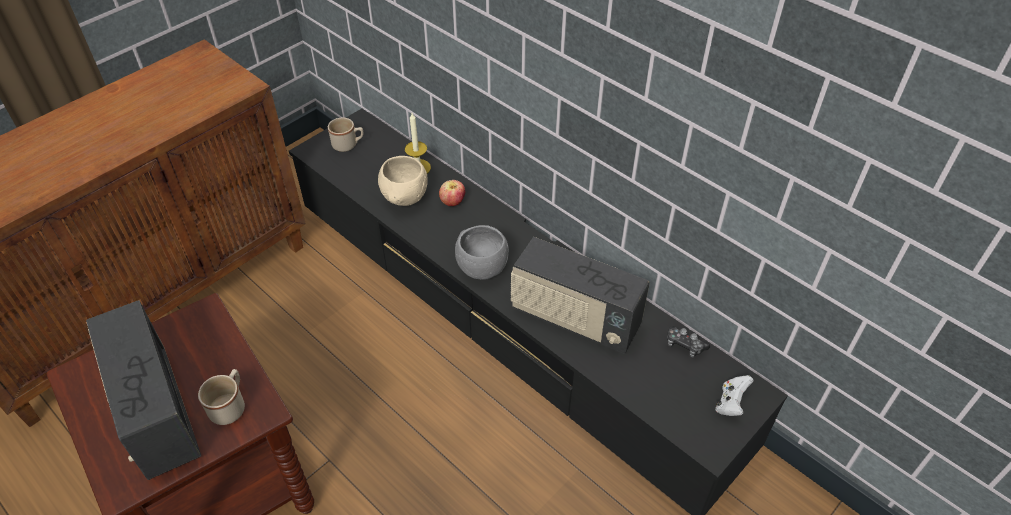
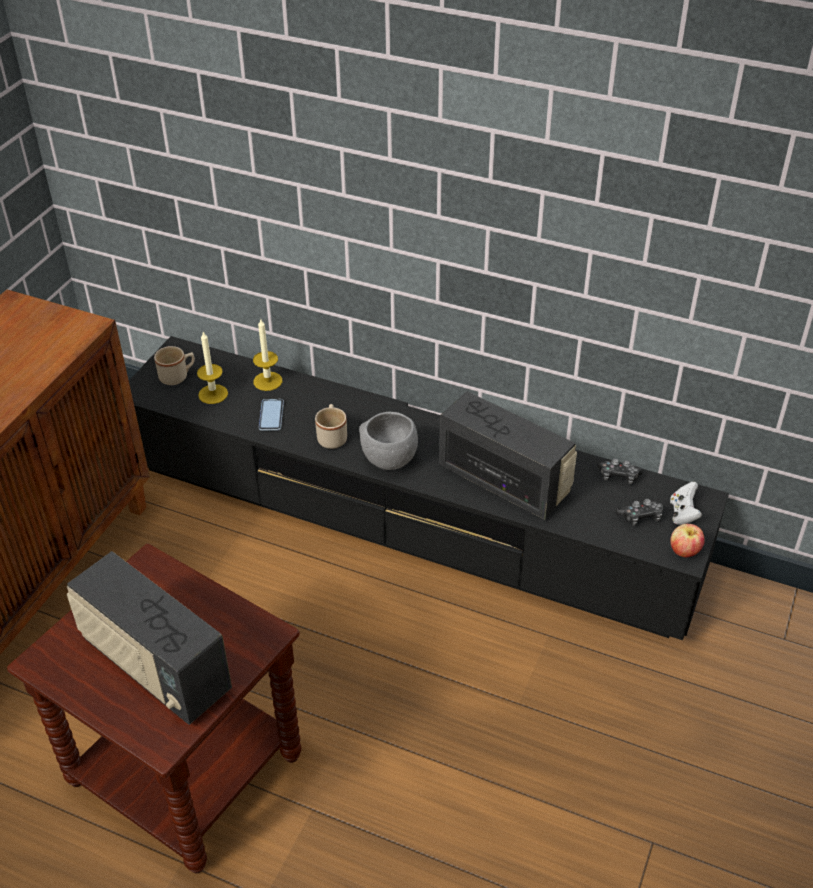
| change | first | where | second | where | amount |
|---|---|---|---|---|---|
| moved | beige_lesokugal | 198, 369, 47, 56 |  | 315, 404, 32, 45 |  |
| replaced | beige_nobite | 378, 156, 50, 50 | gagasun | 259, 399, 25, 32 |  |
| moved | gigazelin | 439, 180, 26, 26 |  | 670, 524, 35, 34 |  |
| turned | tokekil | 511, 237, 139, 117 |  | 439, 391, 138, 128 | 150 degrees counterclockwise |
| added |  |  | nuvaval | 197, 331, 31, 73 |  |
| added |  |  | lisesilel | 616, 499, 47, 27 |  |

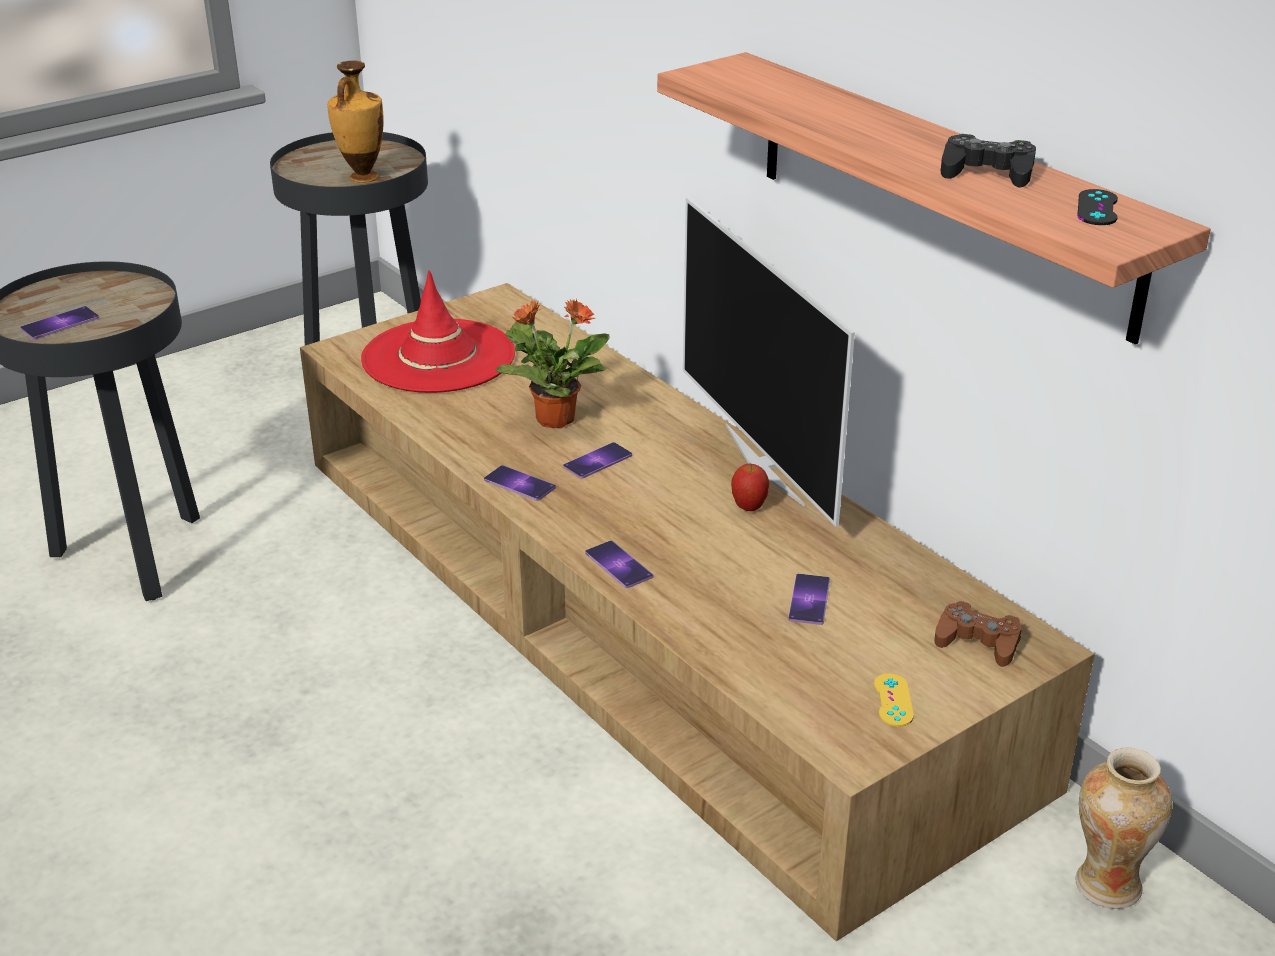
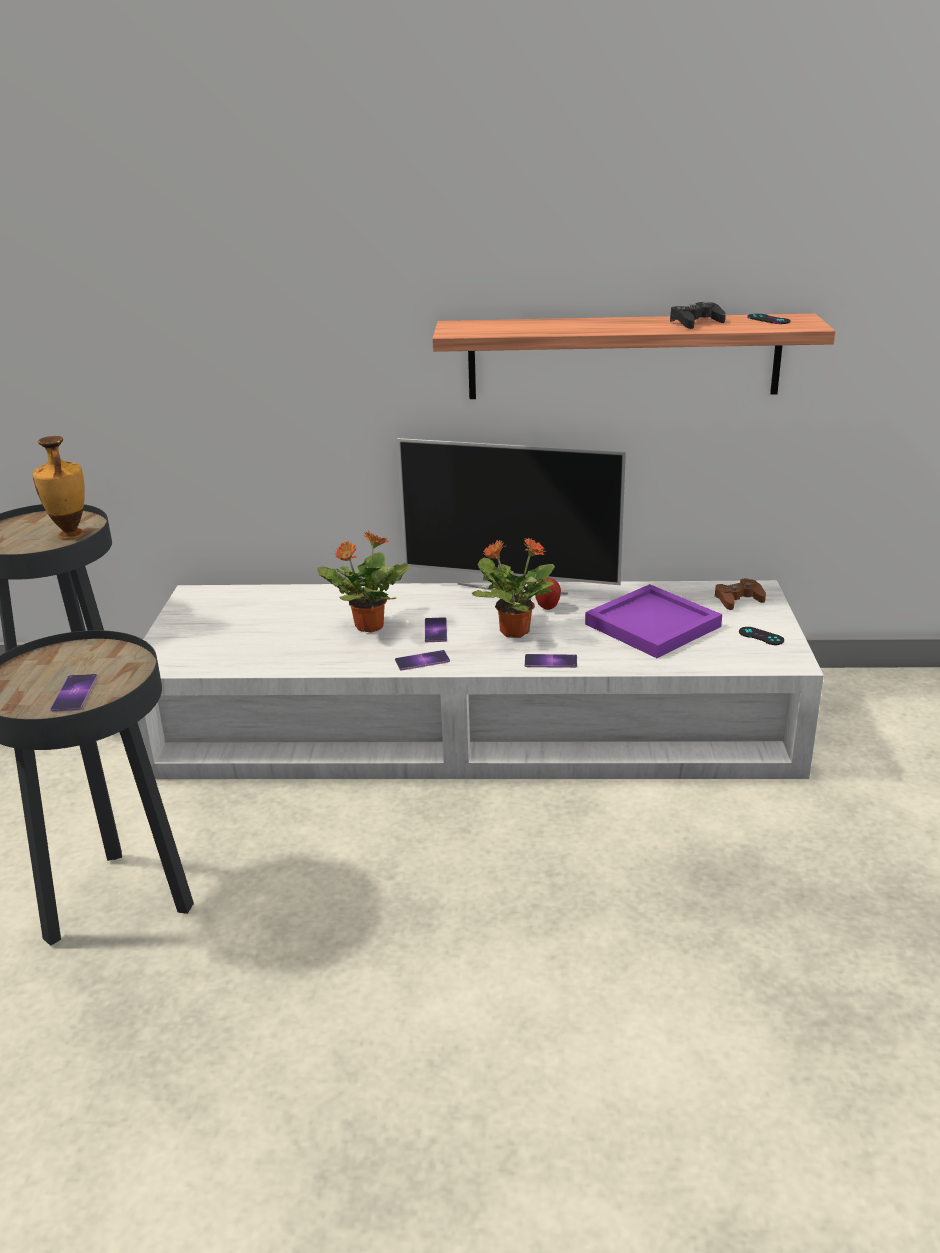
| change | first | where | second | where | amount |
|---|---|---|---|---|---|
| recoloured | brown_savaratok | 300, 283, 795, 658 | white_savaratok | 138, 580, 686, 199 |  |
| removed | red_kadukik | 361, 270, 154, 123 |  |  |  |
| replaced | gagasun | 788, 574, 42, 51 | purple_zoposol | 585, 584, 137, 74 |  |
| recoloured | yellow_lisesilel | 874, 673, 40, 54 | black_lisesilel | 739, 627, 45, 18 |  |
| removed | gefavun | 1075, 747, 97, 162 |  |  |  |
| added |  |  | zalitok | 472, 537, 83, 101 |  |

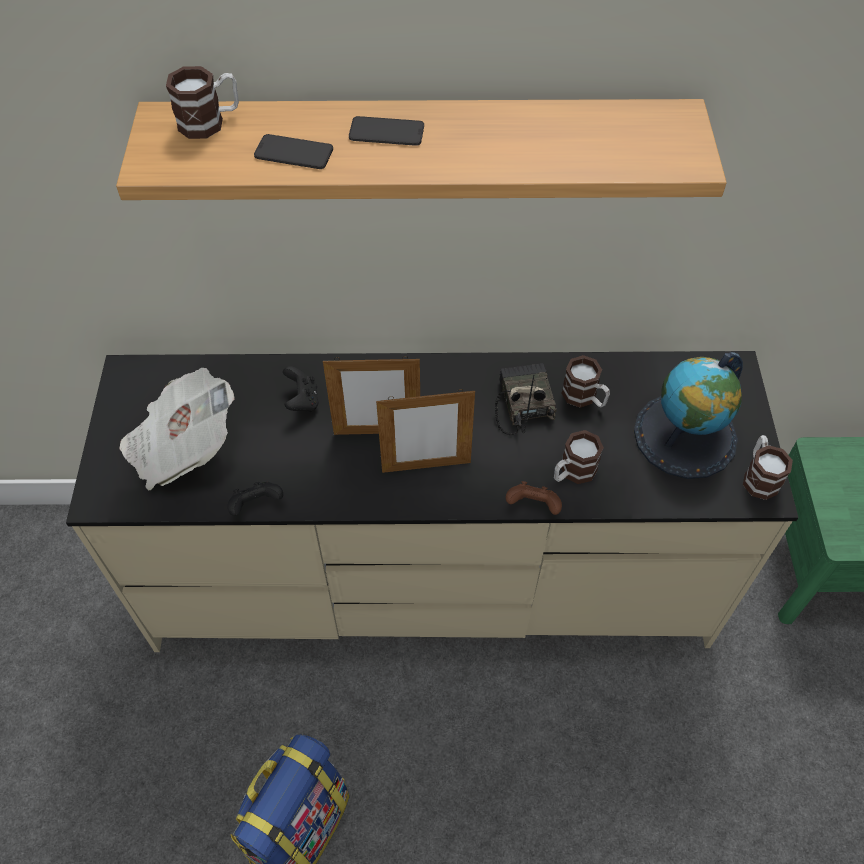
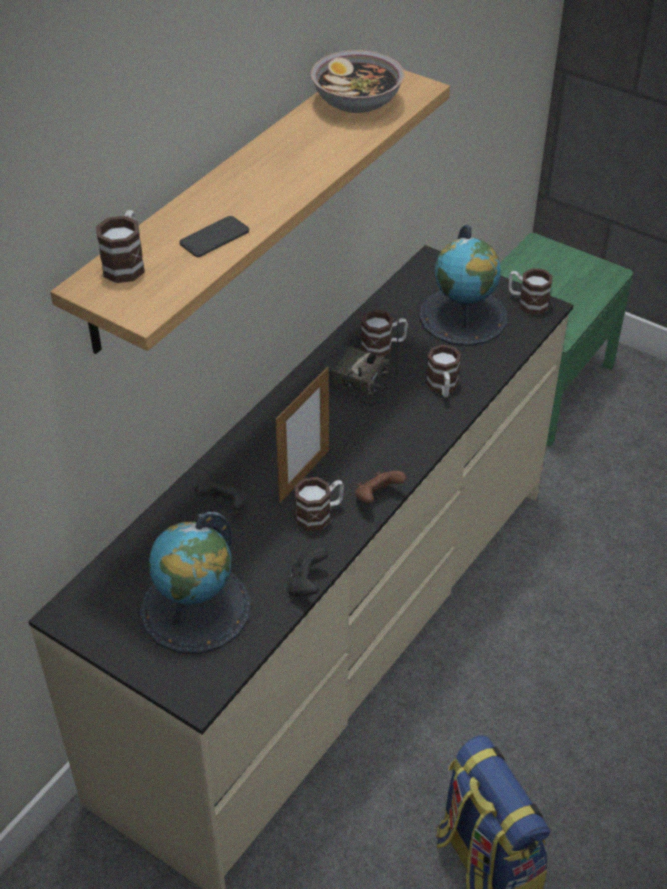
| change | first | where | second | where | amount |
|---|---|---|---|---|---|
| replaced | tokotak | 119, 368, 116, 123 | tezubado | 140, 512, 111, 142 |  |
| removed | gagasun | 349, 116, 75, 30 |  |  |  |
| removed | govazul | 376, 389, 99, 84 |  |  |  |
| moved | brown_lisesilel | 506, 481, 56, 34 |  | 355, 471, 51, 32 |  |
| added |  |  | lesokugal | 294, 477, 50, 54 |  |
| added |  |  | nobite | 311, 50, 94, 63 |  |

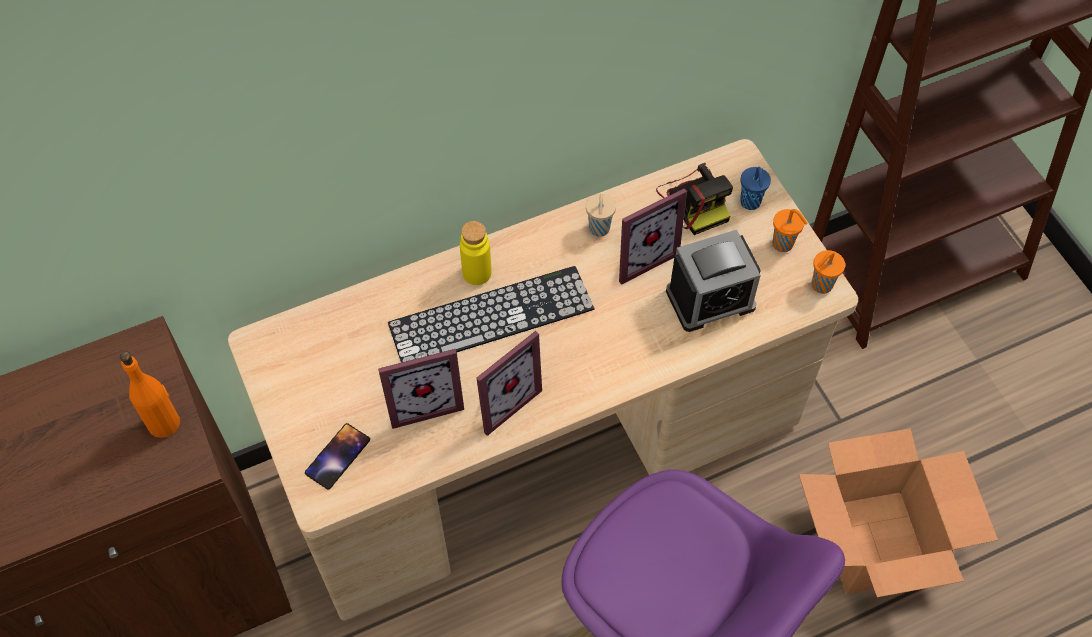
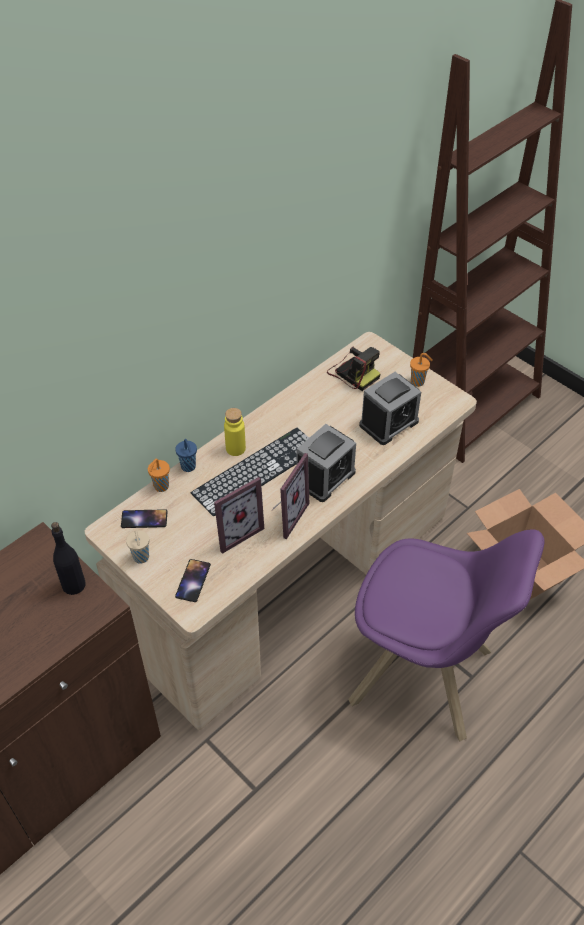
| change | first | where | second | where | amount |
|---|---|---|---|---|---|
| recoloured | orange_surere | 120, 352, 60, 86 | black_surere | 51, 522, 34, 73 |  |
| moved | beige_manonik | 586, 194, 30, 43 |  | 126, 530, 23, 34 |  |
| removed | govazul | 619, 188, 68, 97 |  |  |  |
| moved | blue_manonik | 740, 167, 31, 43 |  | 175, 439, 22, 33 |  |
| moved | orange_manonik | 812, 250, 33, 44 |  | 148, 459, 22, 33 |  |
| added |  |  | gagasun | 121, 509, 47, 19 |  |
| added |  |  | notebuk | 297, 424, 59, 78 |  |

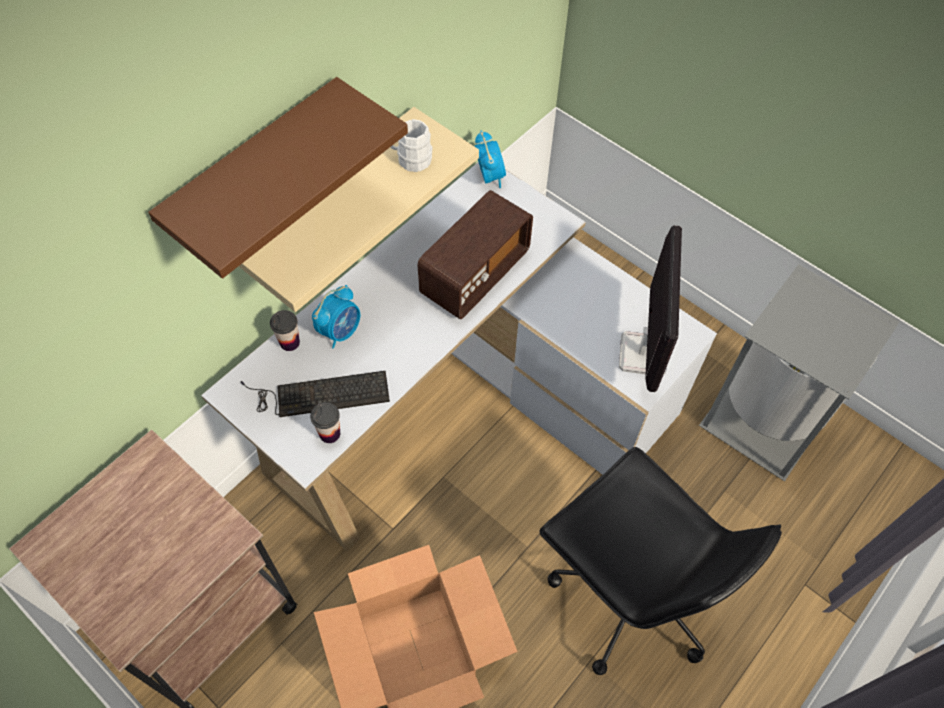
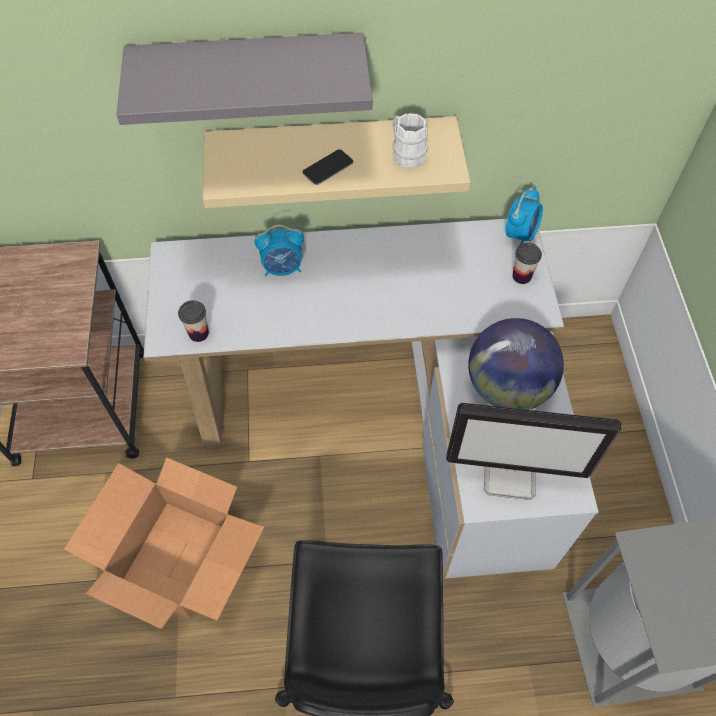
| change | first | where | second | where | amount |
|---|---|---|---|---|---|
| recoloured | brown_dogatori | 148, 77, 260, 202 | grey_dogatori | 117, 33, 256, 92 |  |
| removed | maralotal | 241, 371, 149, 46 |  |  |  |
| moved | manonik | 270, 310, 30, 41 |  | 512, 243, 30, 41 |  |
| removed | tokekil | 418, 190, 115, 129 |  |  |  |
| turned | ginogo | 619, 225, 63, 167 |  | 446, 403, 176, 97 | 45 degrees clockwise |
| added |  |  | gagasun | 303, 149, 50, 36 |  |
| added |  |  | tezubado | 468, 318, 96, 92 |  |

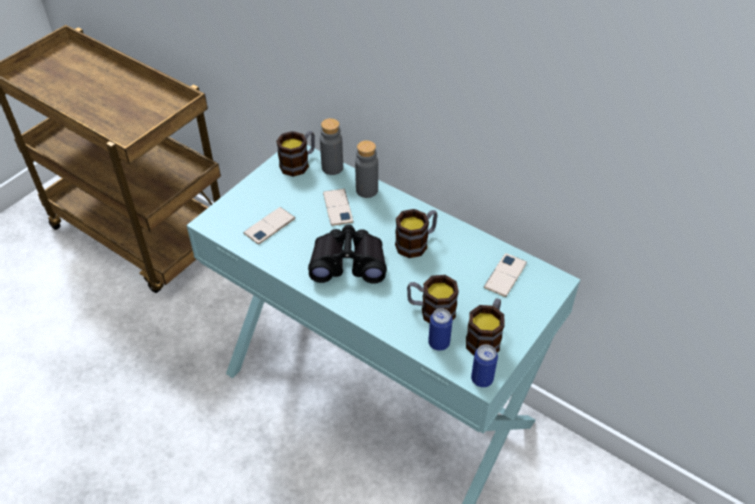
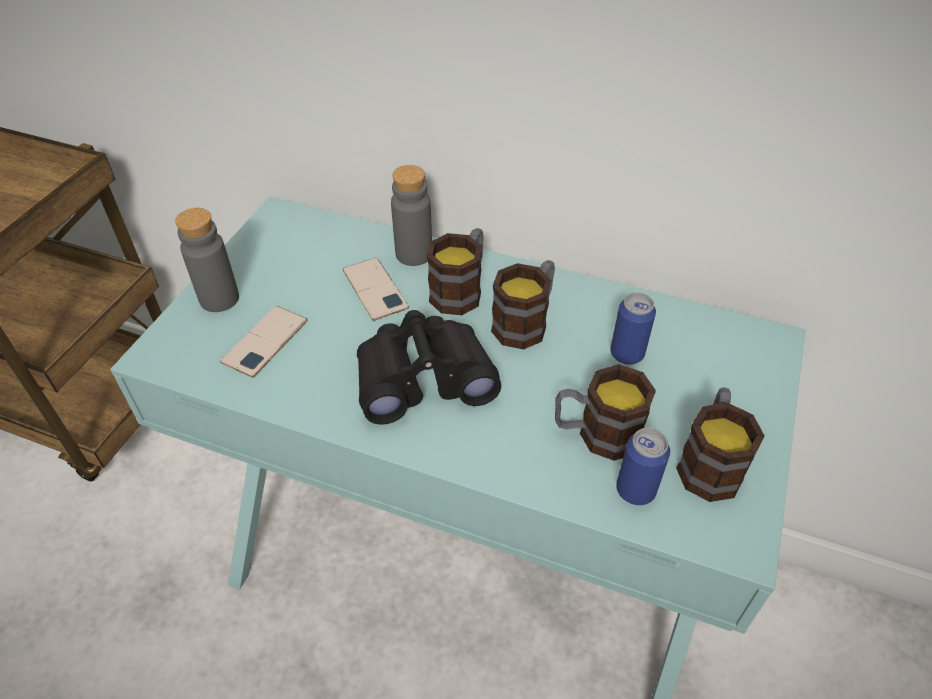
| change | first | where | second | where | amount |
|---|---|---|---|---|---|
| moved | lesokugal | 276, 131, 39, 46 |  | 427, 228, 57, 87 |  |
| moved | grey_surere | 320, 118, 23, 57 |  | 175, 208, 64, 104 |  |
| moved | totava | 471, 344, 27, 43 |  | 610, 292, 46, 73 |  |
| removed | gagasun | 484, 253, 43, 44 |  |  |  |

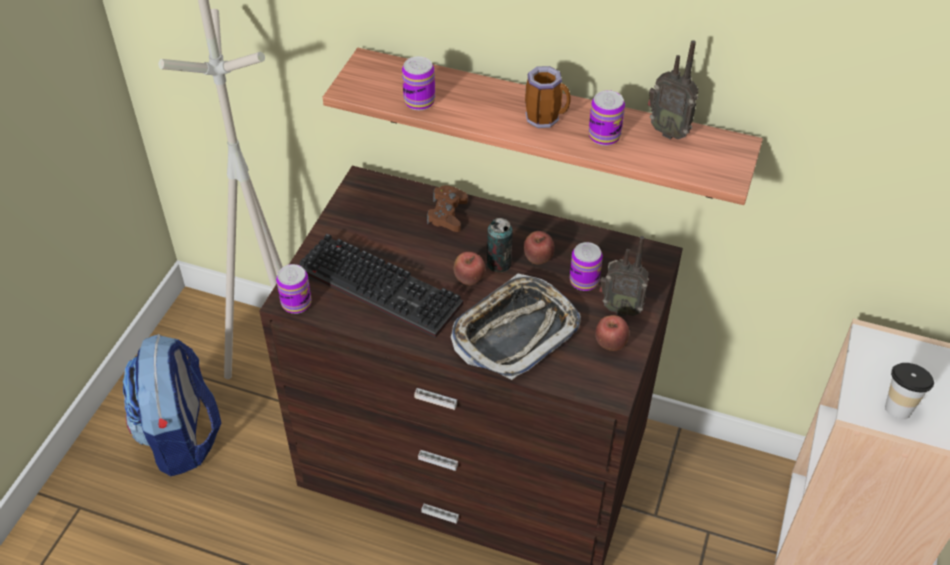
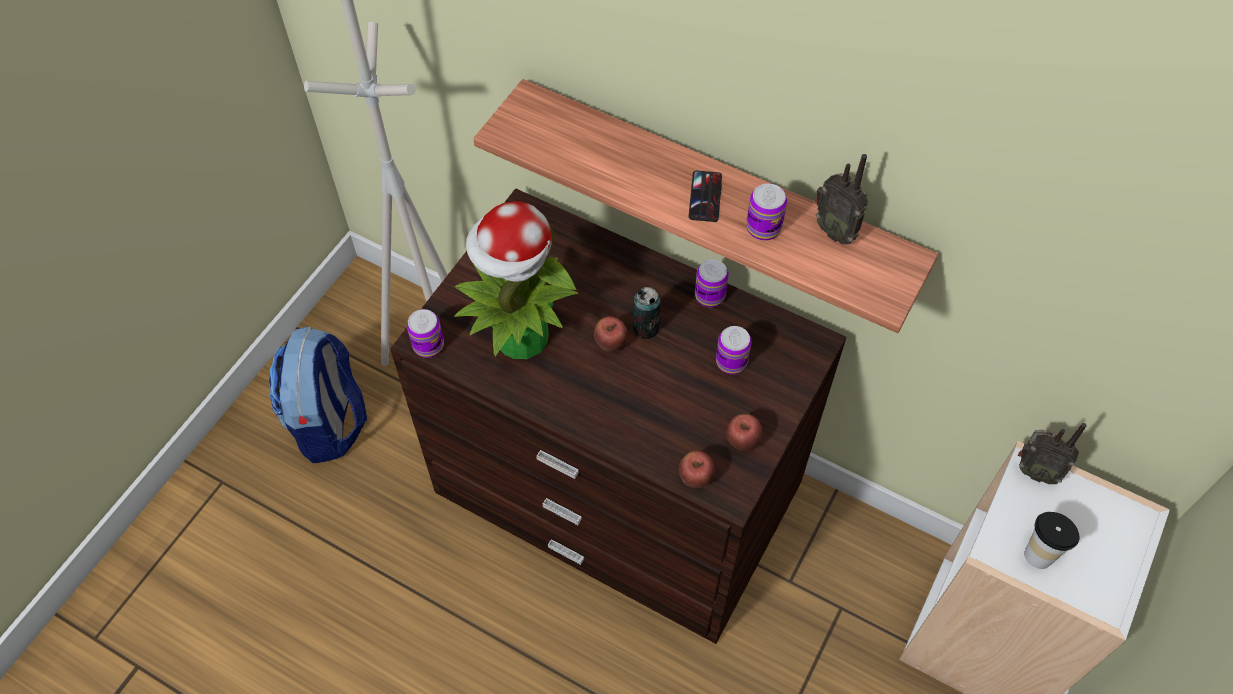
| change | first | where | second | where | amount |
|---|---|---|---|---|---|
| replaced | maralotal | 299, 233, 164, 105 | zalitok | 455, 201, 123, 158 |  |
| moved | totava | 402, 56, 33, 54 |  | 695, 259, 34, 48 |  |
| removed | brown_lisesilel | 427, 185, 41, 47 |  |  |  |
| removed | zoposol | 451, 274, 130, 106 |  |  |  |
| moved | gigazelin | 523, 231, 32, 34 |  | 679, 450, 36, 38 |  |
| replaced | lesokugal | 525, 66, 46, 62 | gagasun | 689, 171, 33, 51 |  |
| moved | tokekil | 599, 236, 50, 81 |  | 1018, 423, 69, 61 |  |

